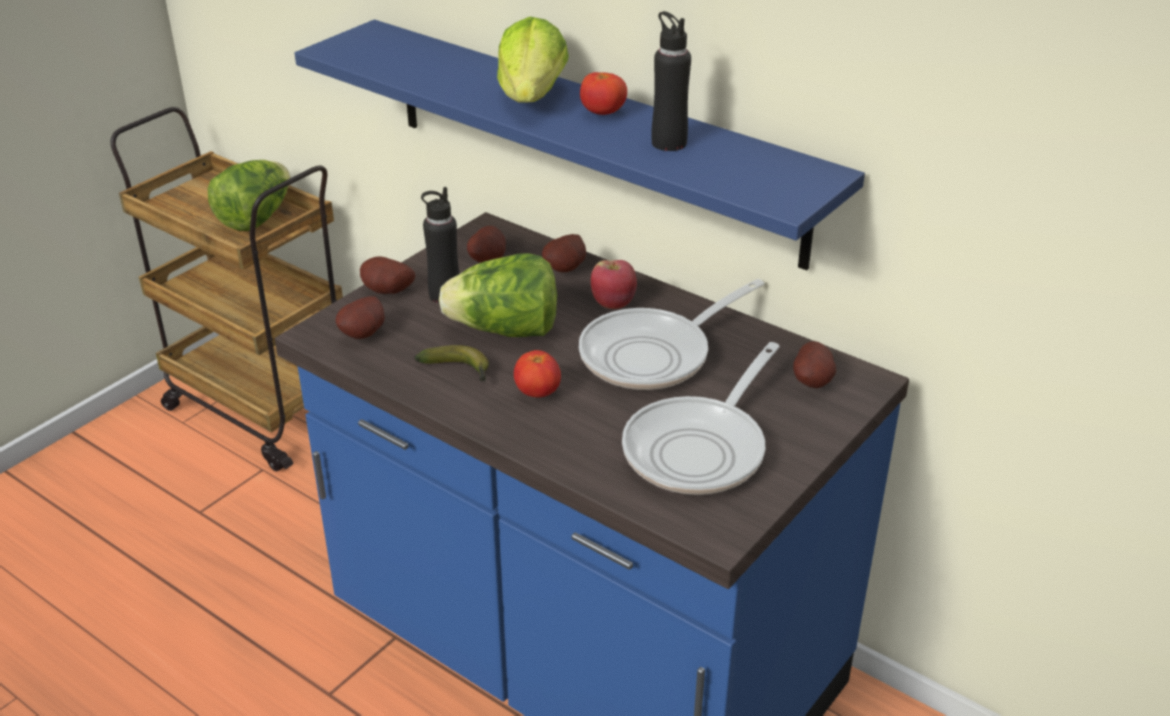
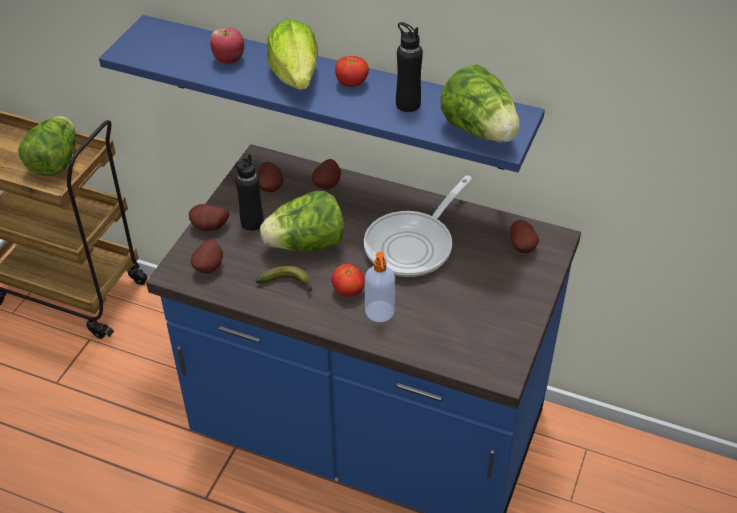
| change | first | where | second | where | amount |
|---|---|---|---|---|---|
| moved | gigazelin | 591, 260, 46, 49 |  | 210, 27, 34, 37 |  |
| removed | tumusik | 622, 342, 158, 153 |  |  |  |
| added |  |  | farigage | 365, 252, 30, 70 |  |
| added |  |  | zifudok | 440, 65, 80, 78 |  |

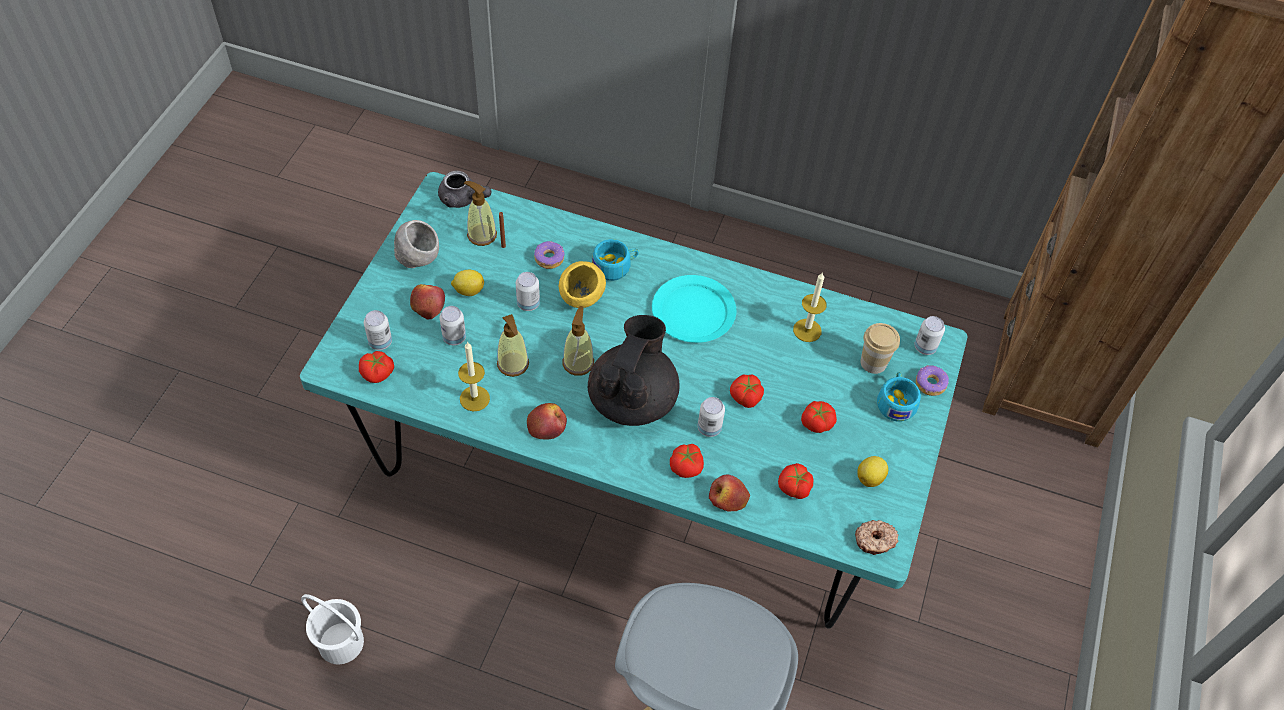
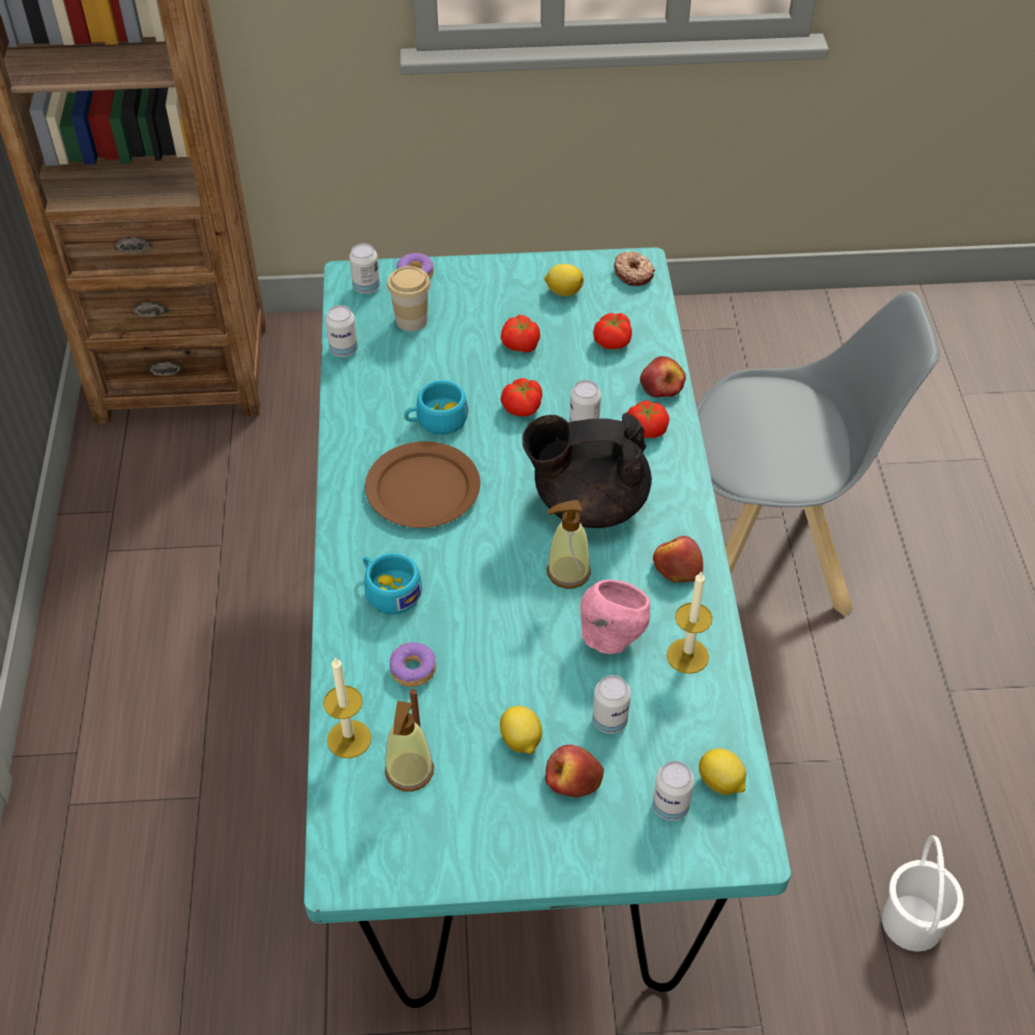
| change | first | where | second | where | amount |
|---|---|---|---|---|---|
| replaced | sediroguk | 359, 351, 35, 32 | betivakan | 699, 748, 47, 47 |  |
| removed | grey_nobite | 394, 220, 45, 48 |  |  |  |
| removed | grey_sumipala | 438, 171, 54, 37 |  |  |  |
| replaced | farigage | 497, 314, 32, 63 | pink_nobite | 580, 580, 70, 74 |  |
| moved | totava | 516, 272, 24, 39 |  | 325, 305, 33, 52 |  |
| removed | yellow_nobite | 559, 261, 47, 47 |  |  |  |
| recoloured | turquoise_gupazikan | 652, 275, 84, 68 | brown_gupazikan | 365, 441, 115, 87 |  |
| moved | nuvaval | 793, 272, 34, 70 |  | 323, 657, 49, 102 |  |
| moved | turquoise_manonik | 877, 372, 44, 50 |  | 404, 380, 64, 55 |  |

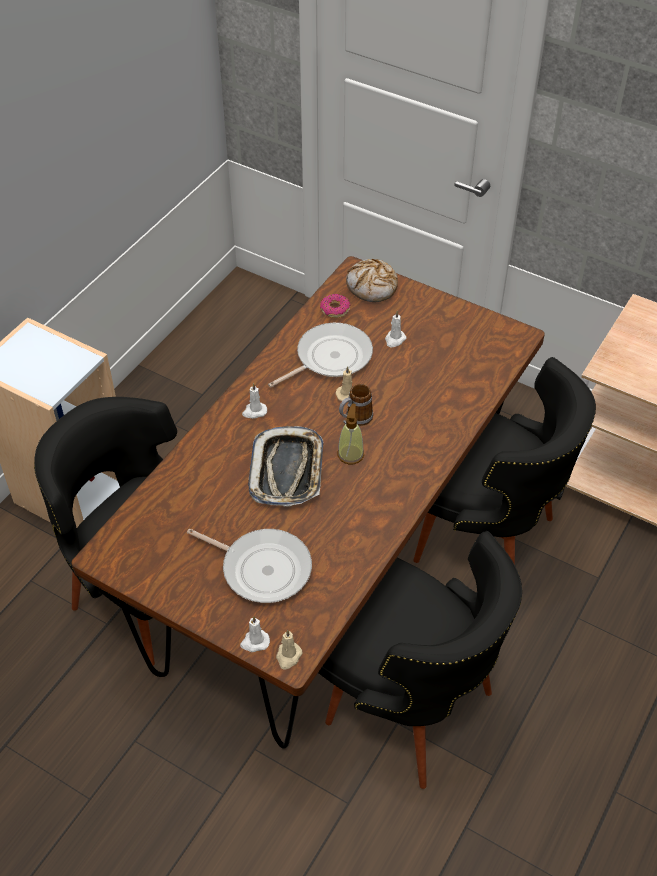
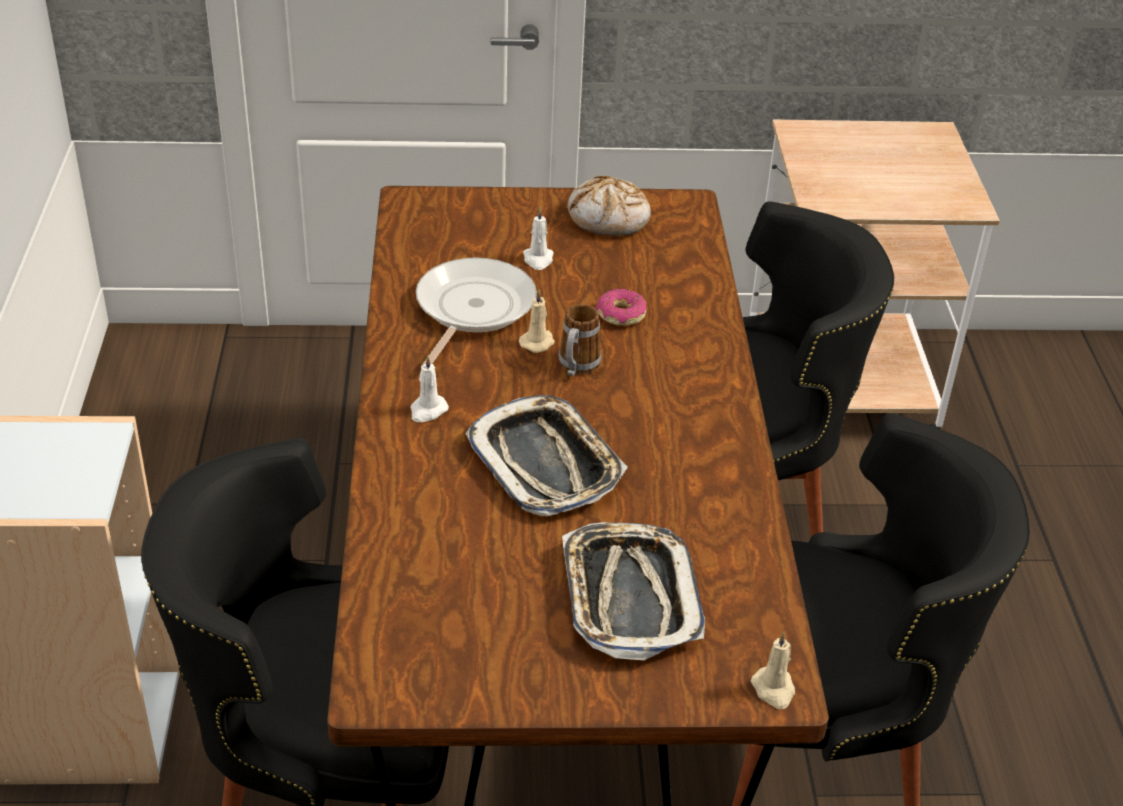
| change | first | where | second | where | amount |
|---|---|---|---|---|---|
| replaced | tumusik | 187, 529, 125, 74 | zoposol | 562, 522, 143, 138 |  |
| removed | white_nuvaval | 240, 616, 30, 36 |  |  |  |
| moved | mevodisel | 320, 294, 30, 24 |  | 596, 289, 50, 37 |  |
| removed | farigage | 338, 404, 26, 60 |  |  |  |
| moved | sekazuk | 346, 259, 52, 43 |  | 567, 176, 84, 60 |  |

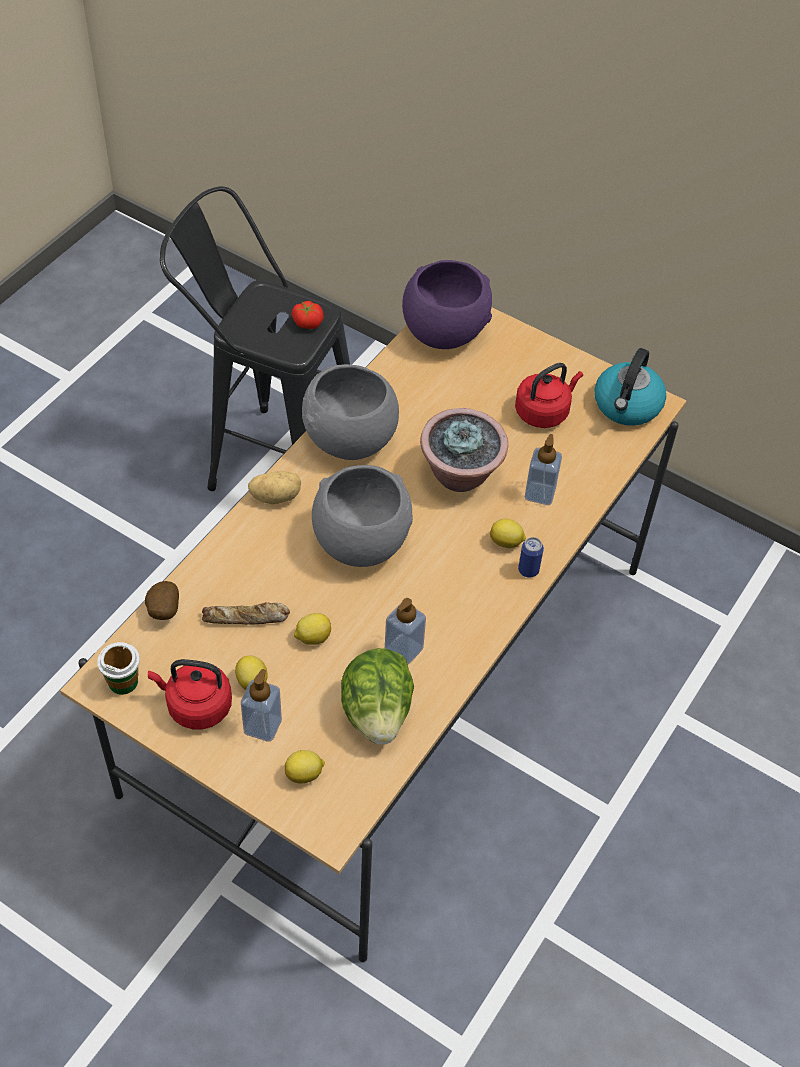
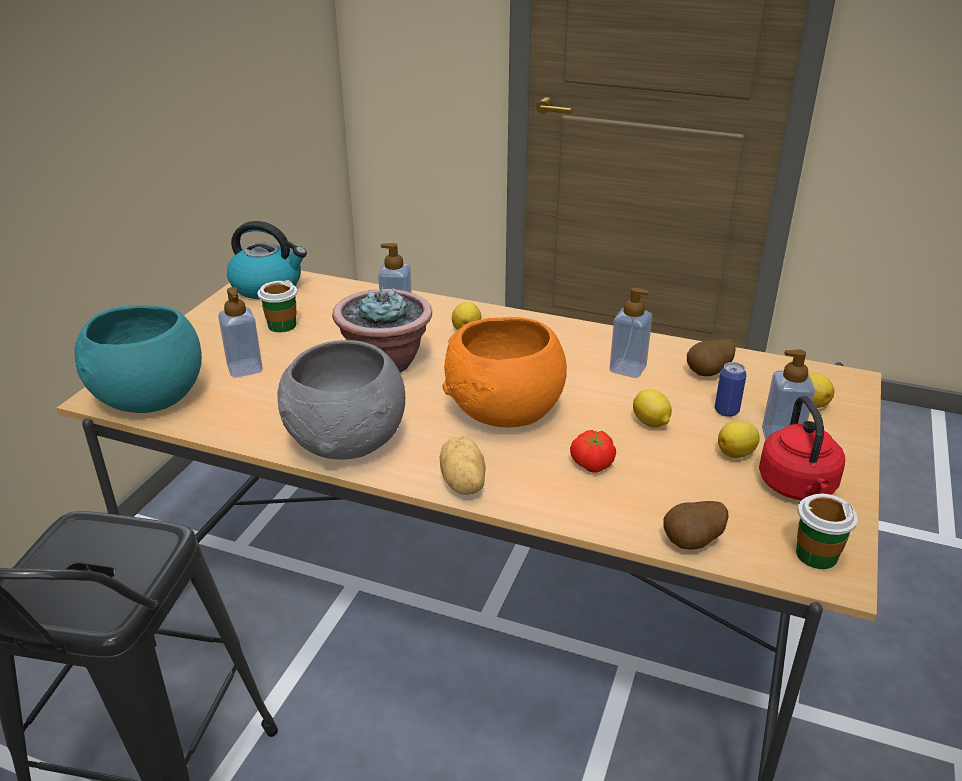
| change | first | where | second | where | amount |
|---|---|---|---|---|---|
| removed | sekazuk | 202, 602, 88, 23 |  |  |  |
| moved | sediroguk | 291, 301, 33, 28 |  | 570, 430, 46, 42 |  |
| recoloured | grey_nobite | 312, 465, 101, 102 | orange_nobite | 443, 317, 124, 110 |  |
| replaced | zifudok | 341, 648, 73, 97 | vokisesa | 687, 339, 49, 37 |  |
| recoloured | purple_nobite | 402, 260, 90, 89 | turquoise_nobite | 75, 305, 127, 108 |  |
| replaced | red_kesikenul | 515, 363, 68, 65 | manonik | 258, 280, 39, 53 |  |
| moved | totava | 518, 537, 26, 41 |  | 715, 362, 32, 55 |  |
| added |  |  | farigage | 218, 287, 45, 90 |  |

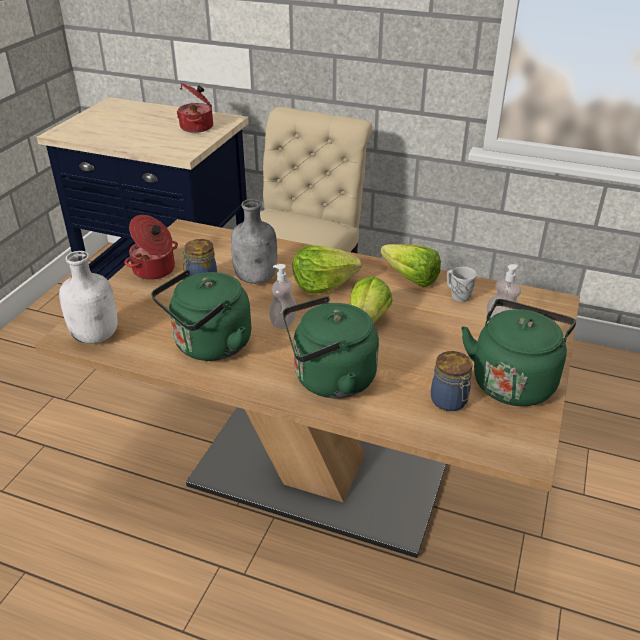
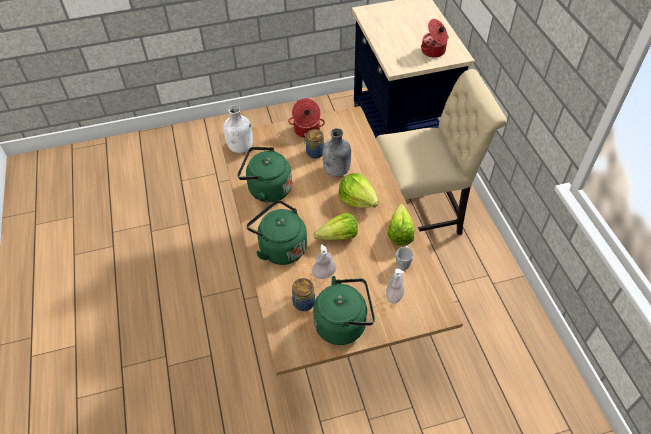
| change | first | where | second | where | amount |
|---|---|---|---|---|---|
| moved | farigage | 269, 264, 28, 65 |  | 312, 245, 25, 34 |  |

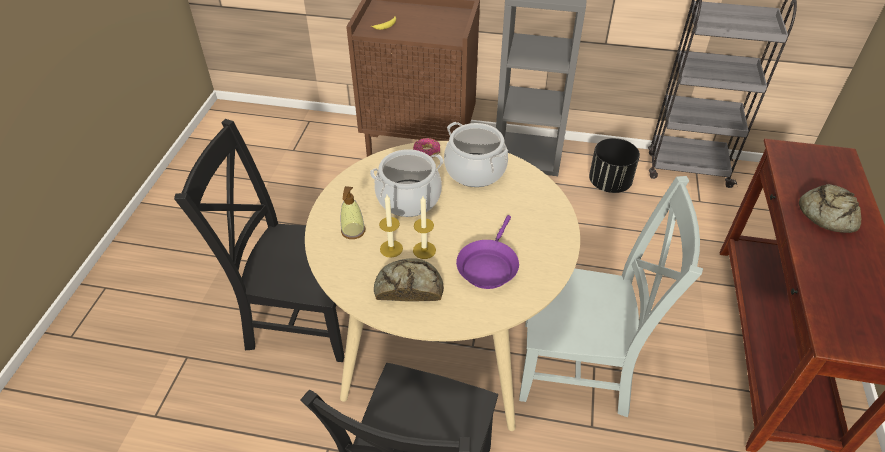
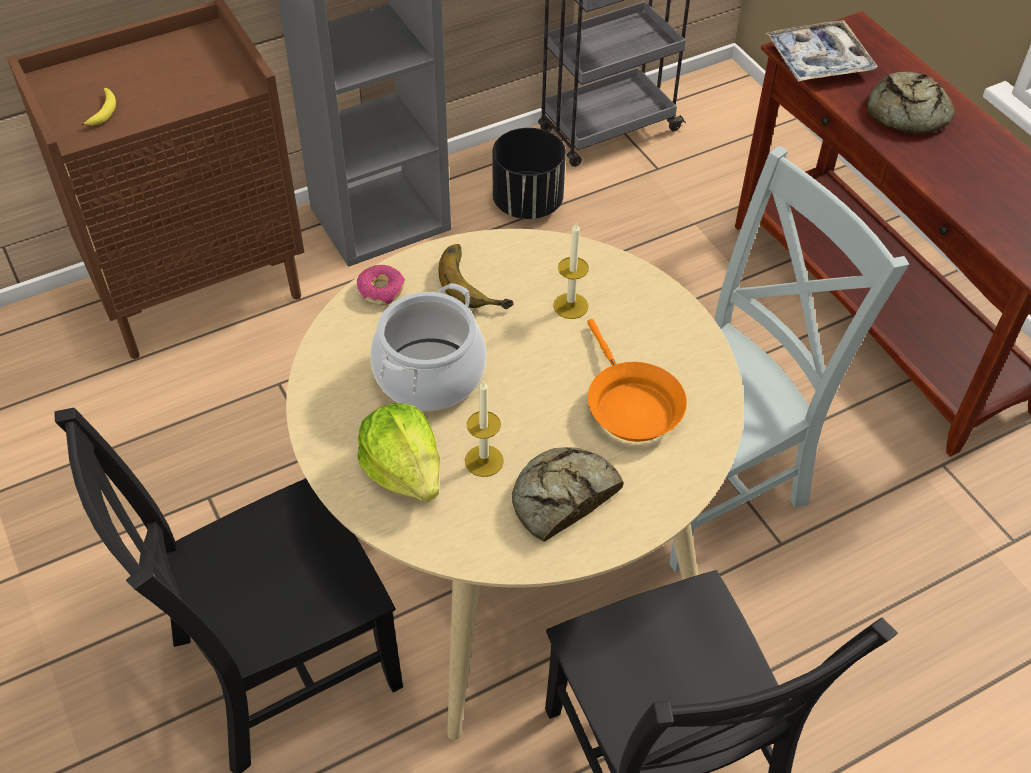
| change | first | where | second | where | amount |
|---|---|---|---|---|---|
| replaced | farigage | 341, 186, 24, 53 | zifudok | 357, 403, 83, 99 |  |
| moved | nuvaval | 413, 196, 23, 63 |  | 553, 221, 36, 98 |  |
| replaced | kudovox | 444, 122, 64, 65 | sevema | 438, 244, 76, 65 |  |
| recoloured | purple_tumusik | 456, 215, 63, 74 | orange_tumusik | 587, 319, 100, 123 |  |
| added |  |  | zoposol | 765, 20, 113, 62 |  |

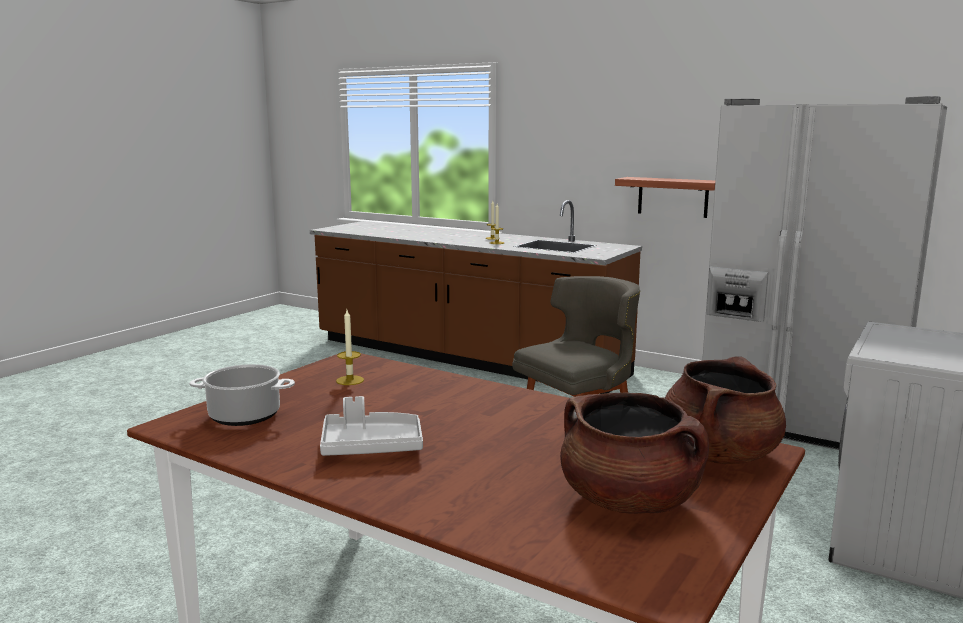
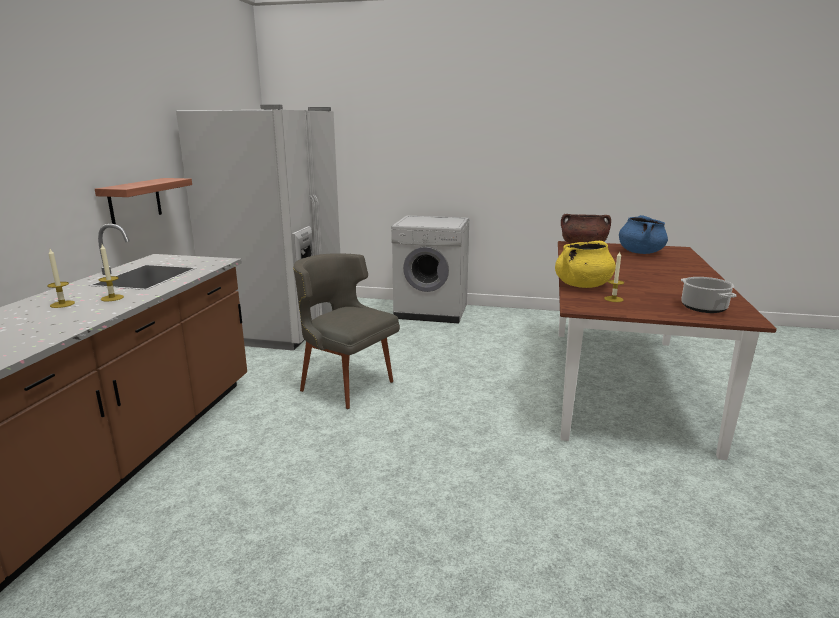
| change | first | where | second | where | amount |
|---|---|---|---|---|---|
| removed | grey_zoposol | 320, 396, 103, 60 |  |  |  |
| recoloured | brown_kudovox | 560, 393, 149, 121 | blue_kudovox | 619, 215, 49, 39 |  |
| added |  |  | yellow_kudovox | 555, 241, 61, 47 |  |

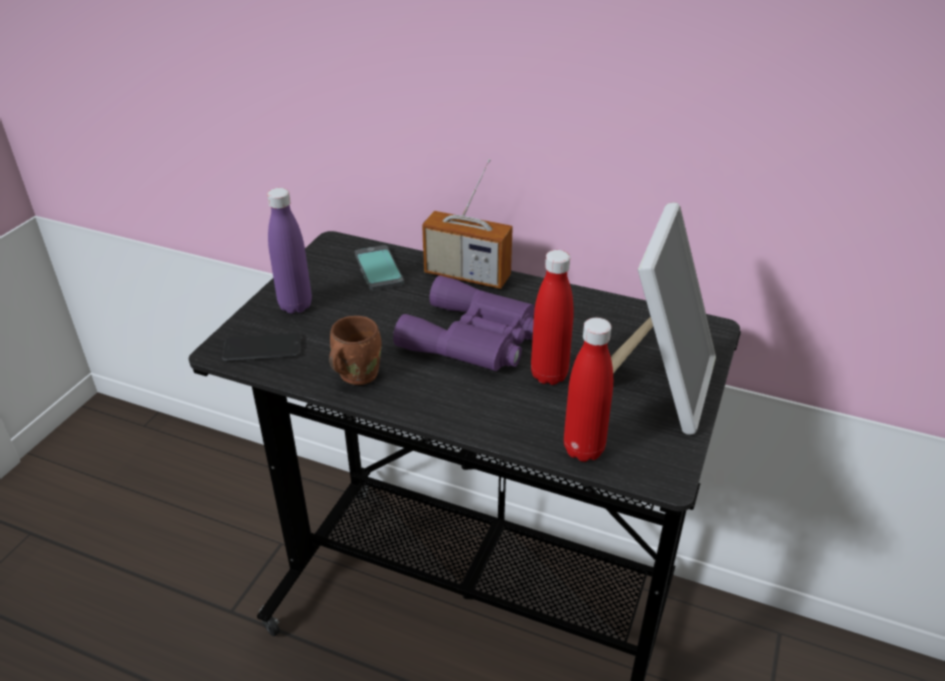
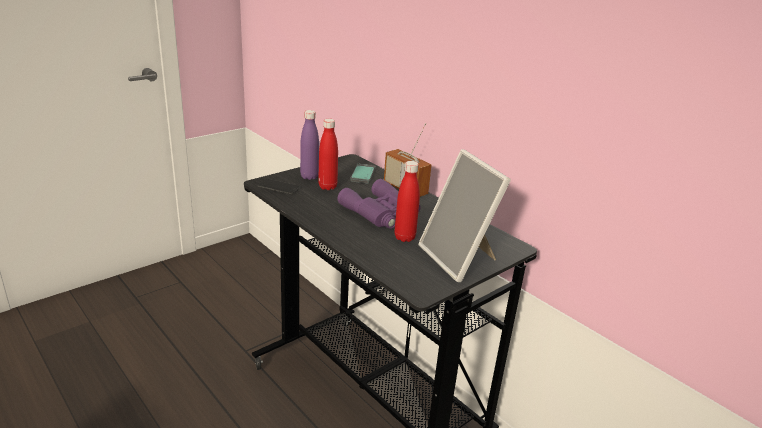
| change | first | where | second | where | amount |
|---|---|---|---|---|---|
| removed | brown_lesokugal | 329, 316, 52, 69 |  |  |  |
| moved | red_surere | 564, 318, 49, 144 |  | 318, 119, 20, 71 |  |
| turned | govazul | 611, 202, 105, 233 |  | 418, 149, 93, 133 | 105 degrees clockwise |

